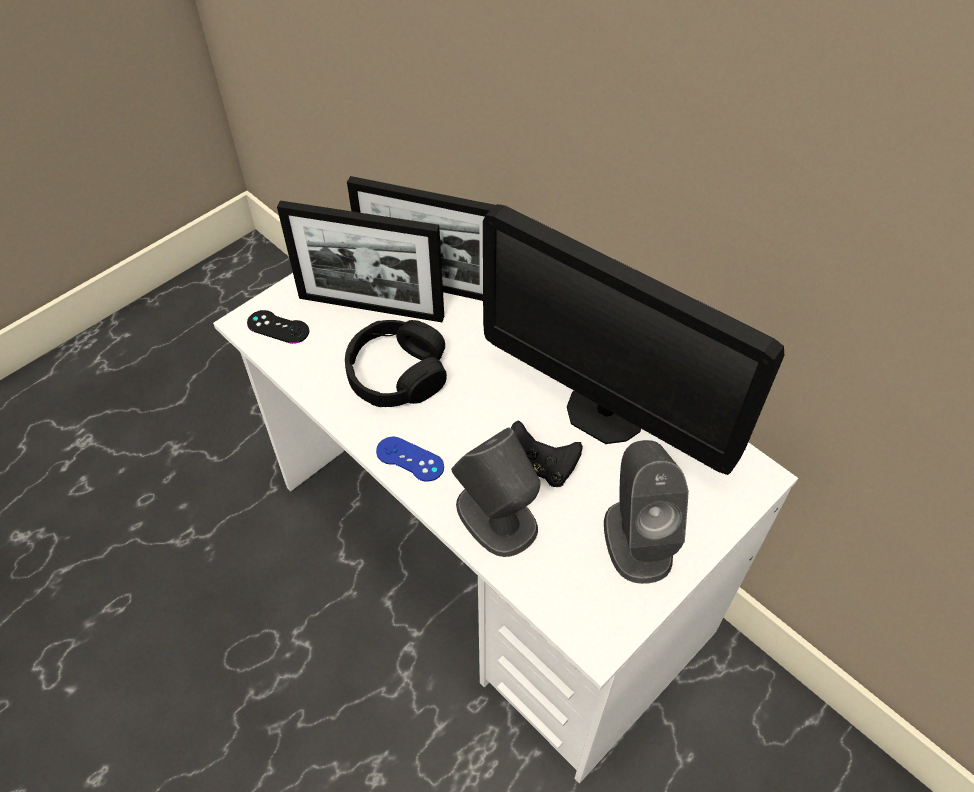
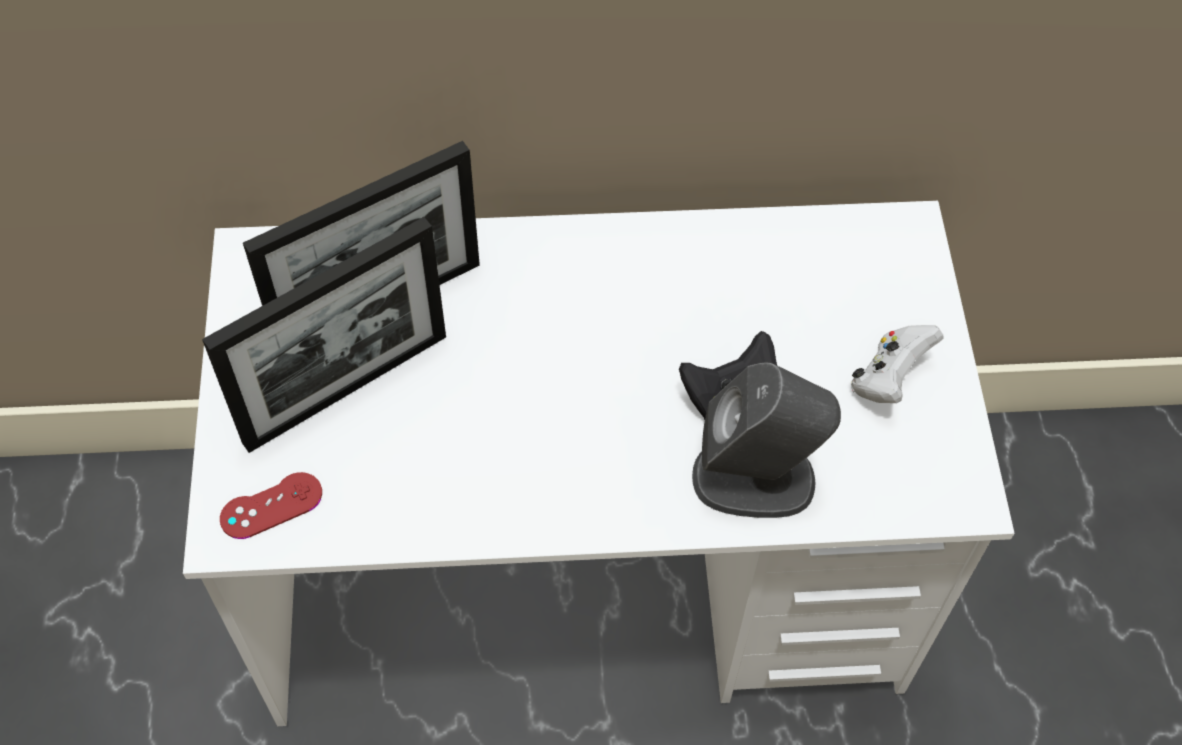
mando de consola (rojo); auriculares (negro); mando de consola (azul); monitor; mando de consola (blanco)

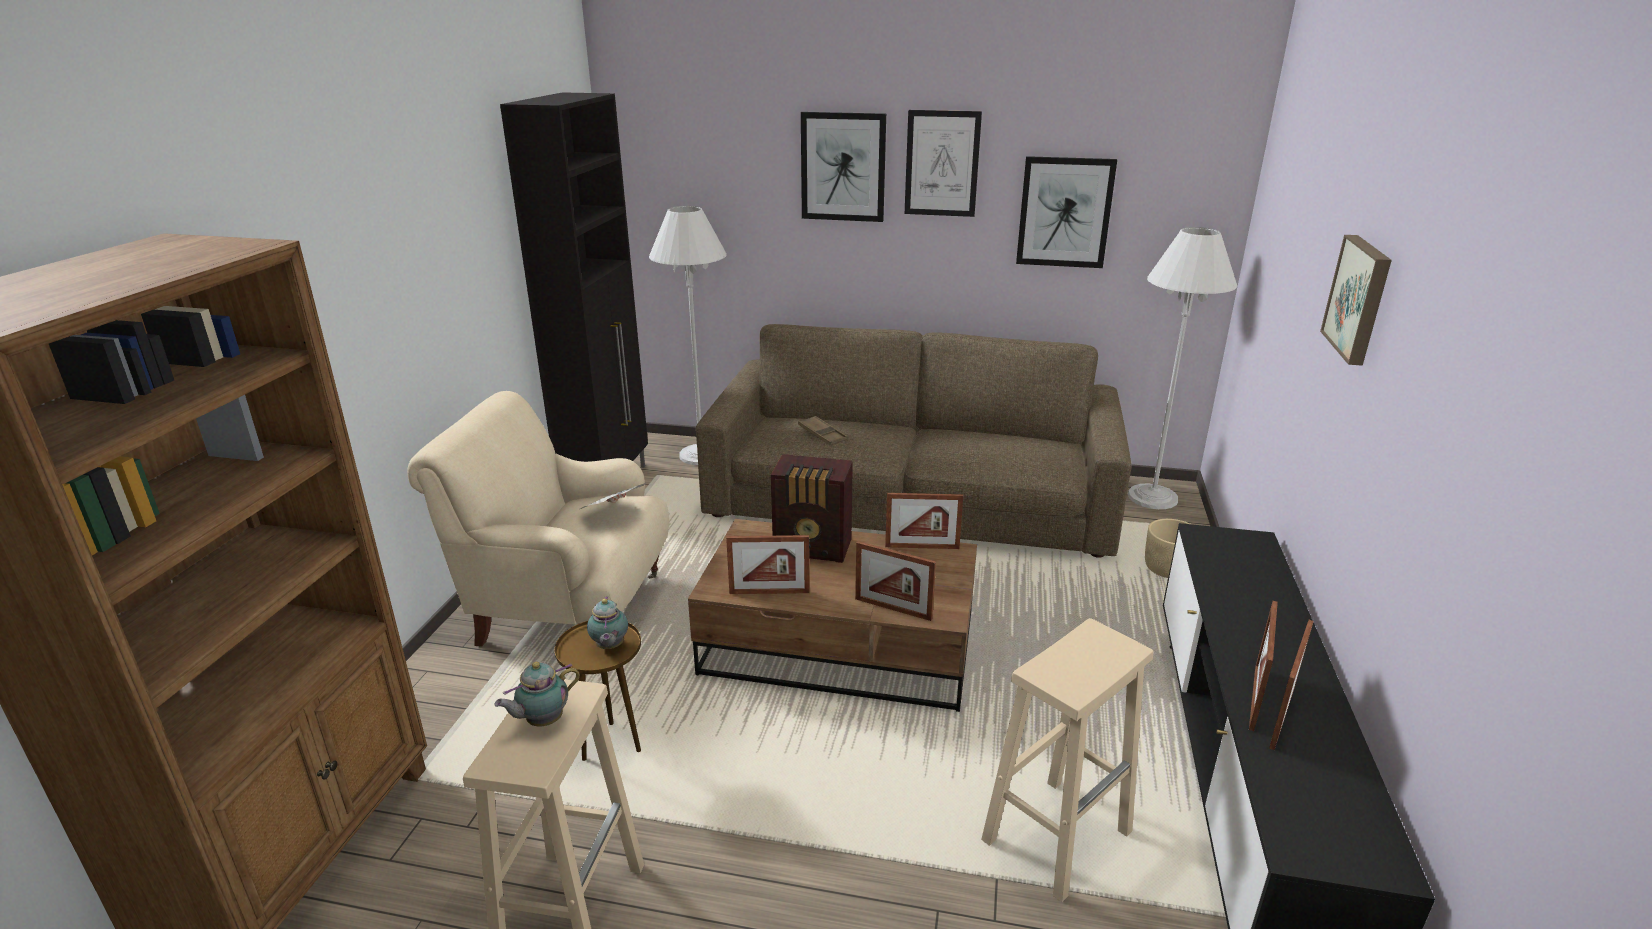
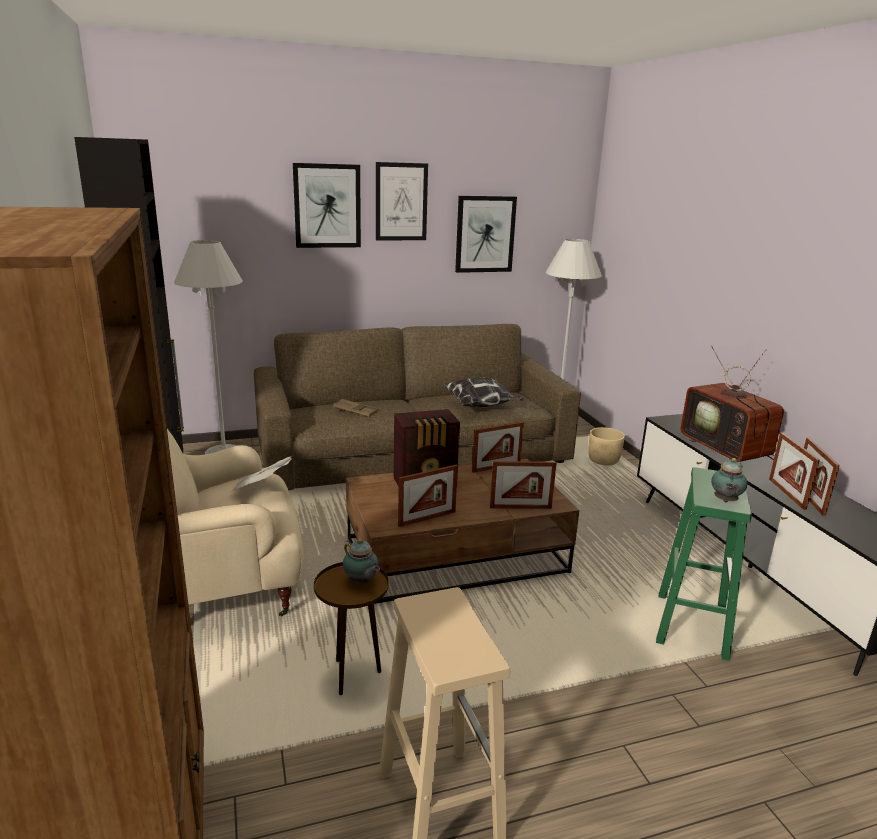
tetera (no. 2 from left); taburete (verde); cuadro (no. 4 from left in the first image); cojín; televisor

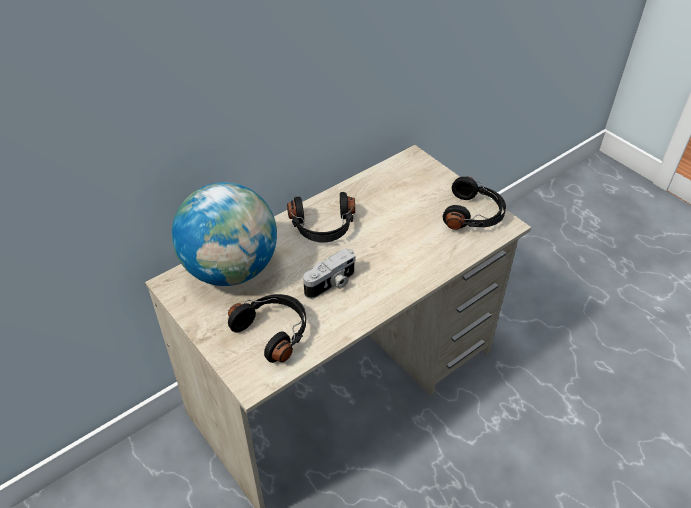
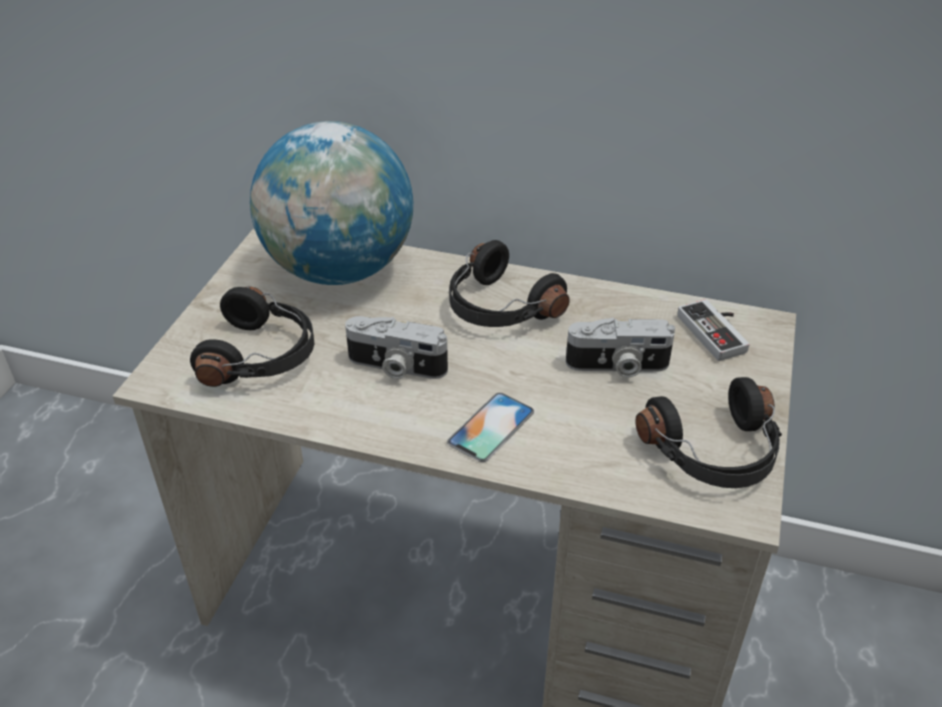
móvil; cámara (no. 2 from left); mando de consola

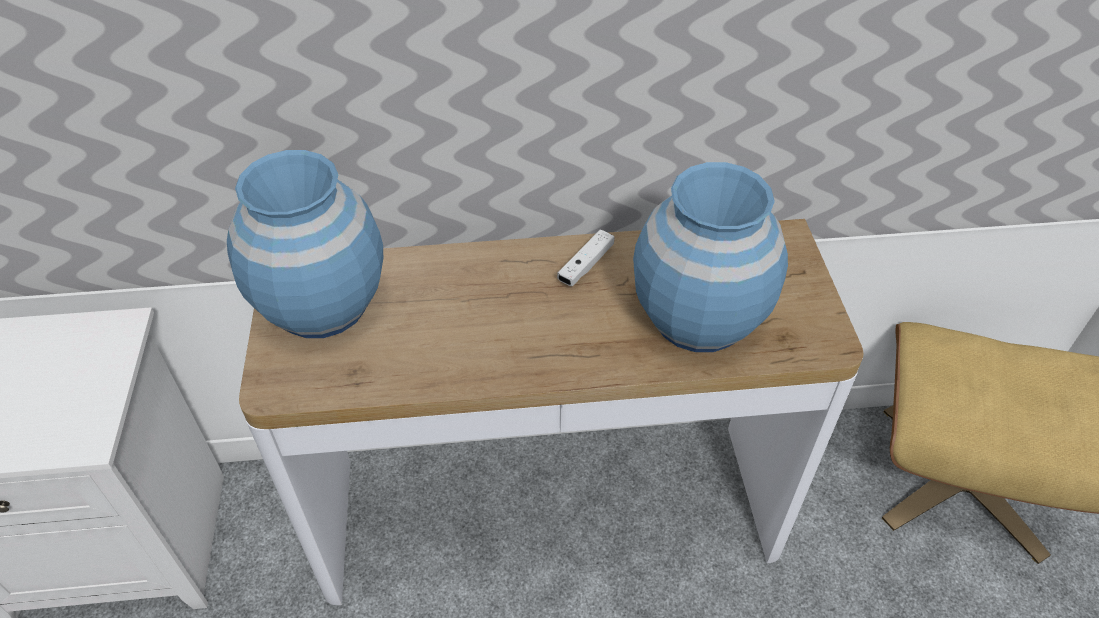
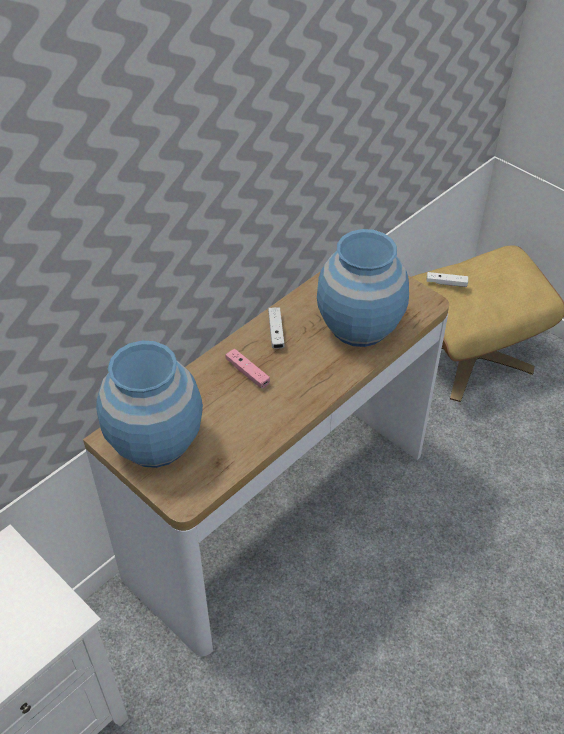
mando de consola (rosa); mando de consola (blanco) (no. 2 from left)

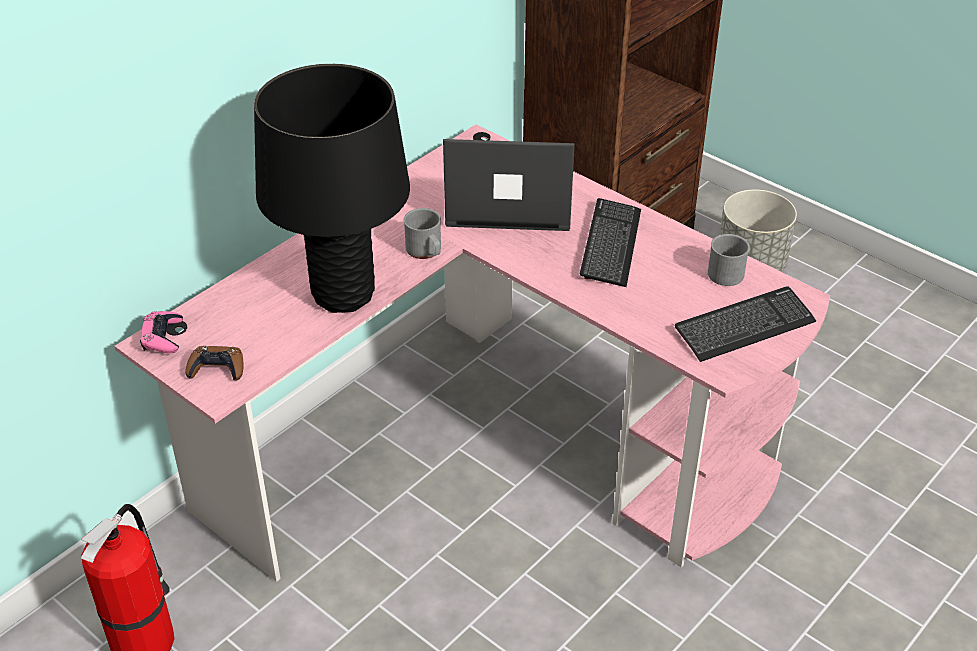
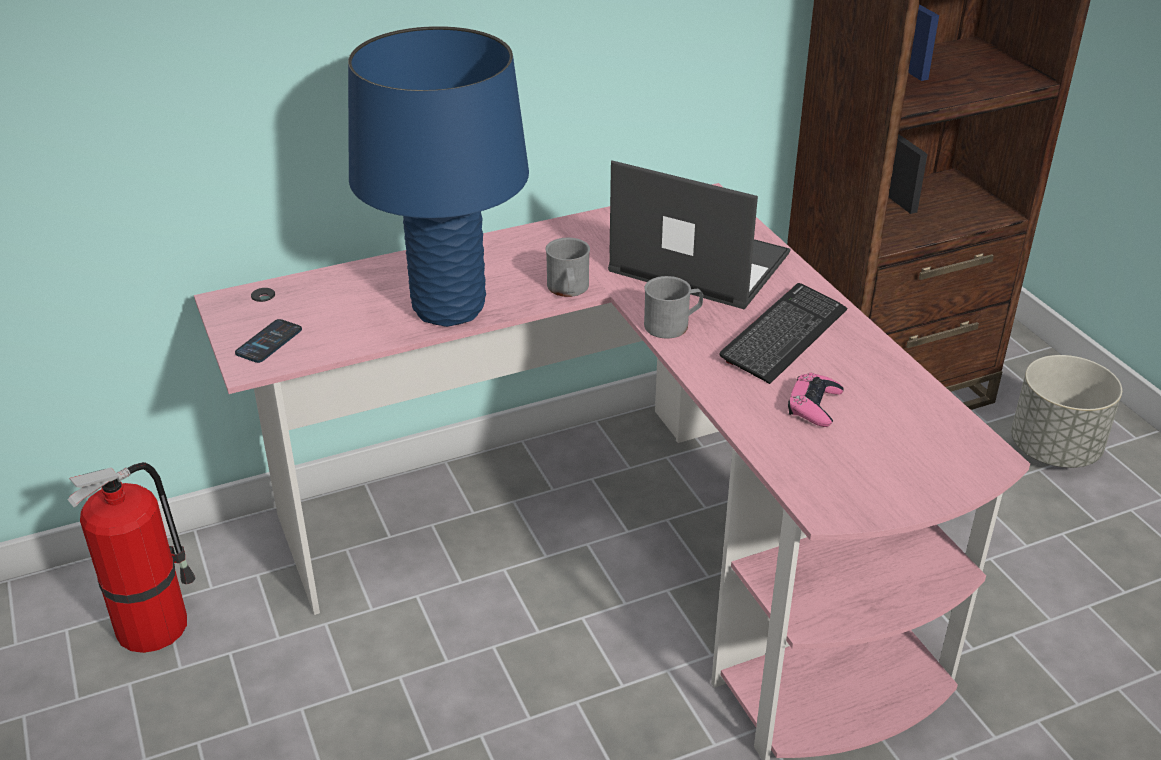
mando de consola (rosa); móvil; lámpara de mesa (azul); teclado (no. 2 from left in the first image); taza grande (gris) (no. 2 from left)

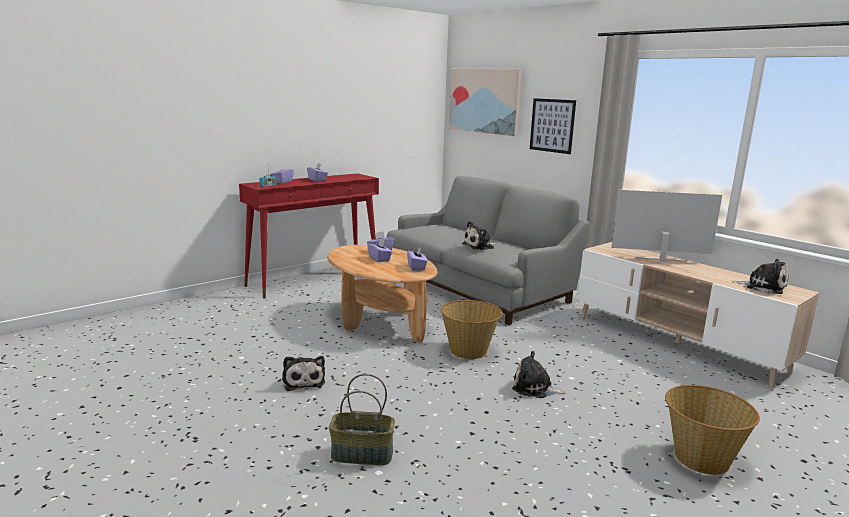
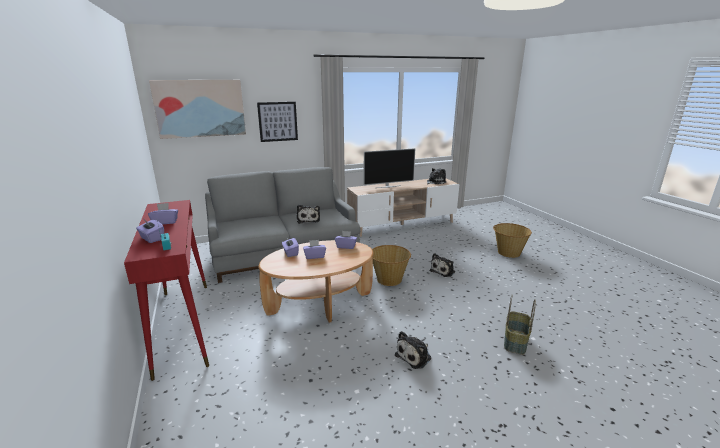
peluche (no. 2 from left); televisor

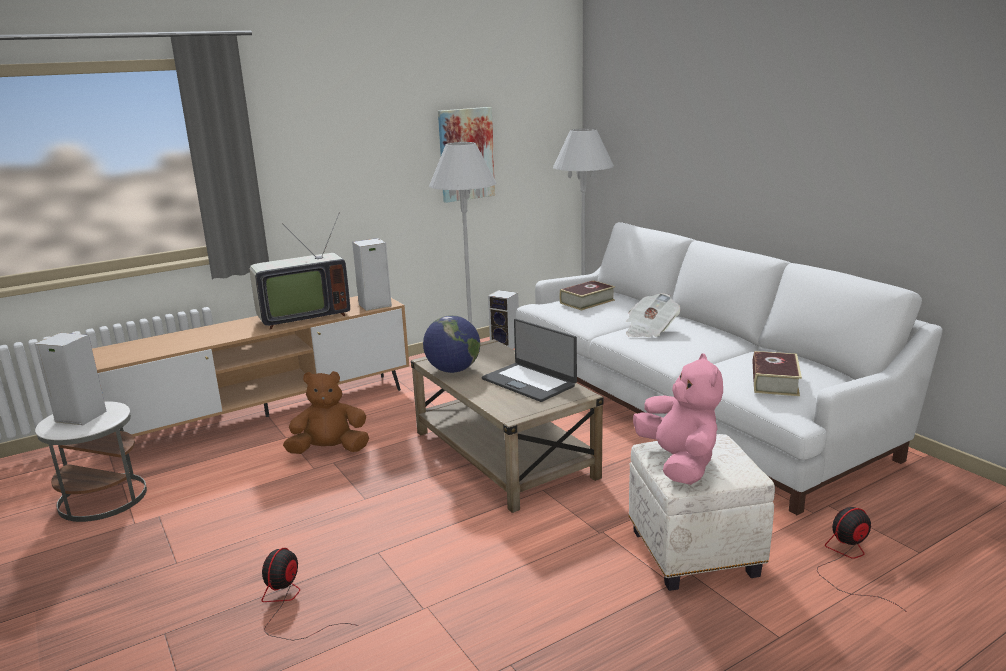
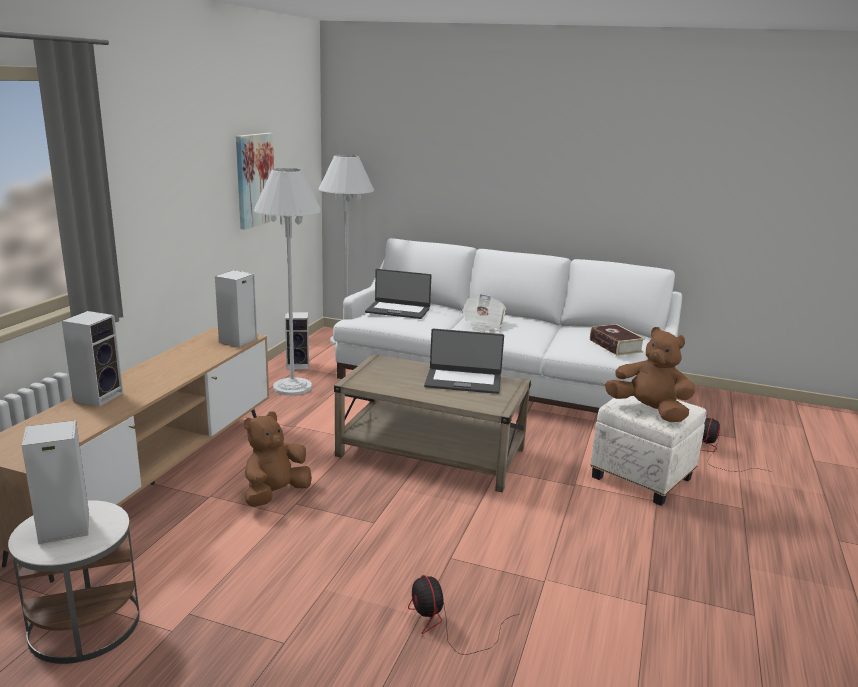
televisor; globo terráqueo; portátil (no. 1 from left); peluche (marrón) (no. 2 from left); altavoz (no. 2 from left)

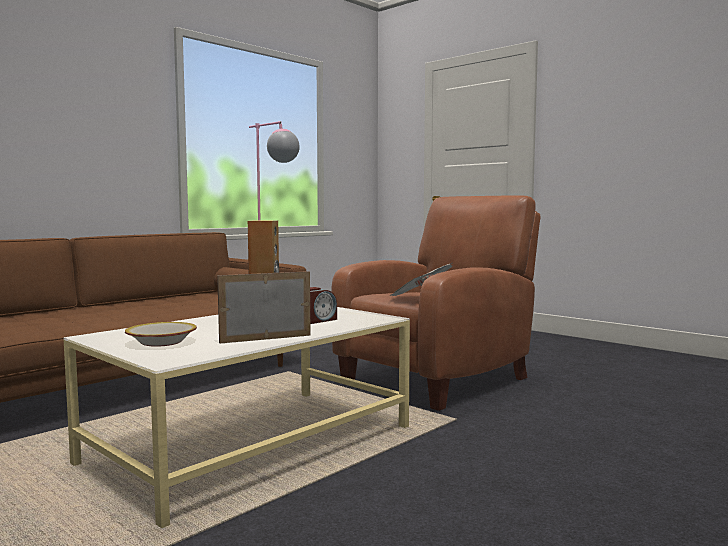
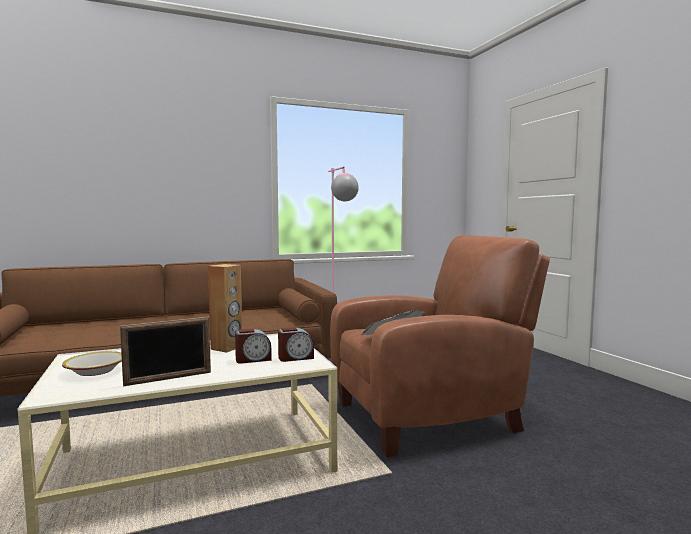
portarretratos; despertador (no. 2 from left)

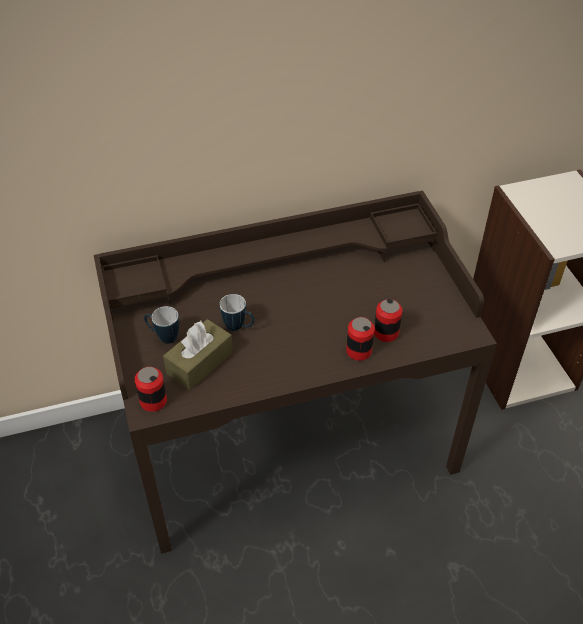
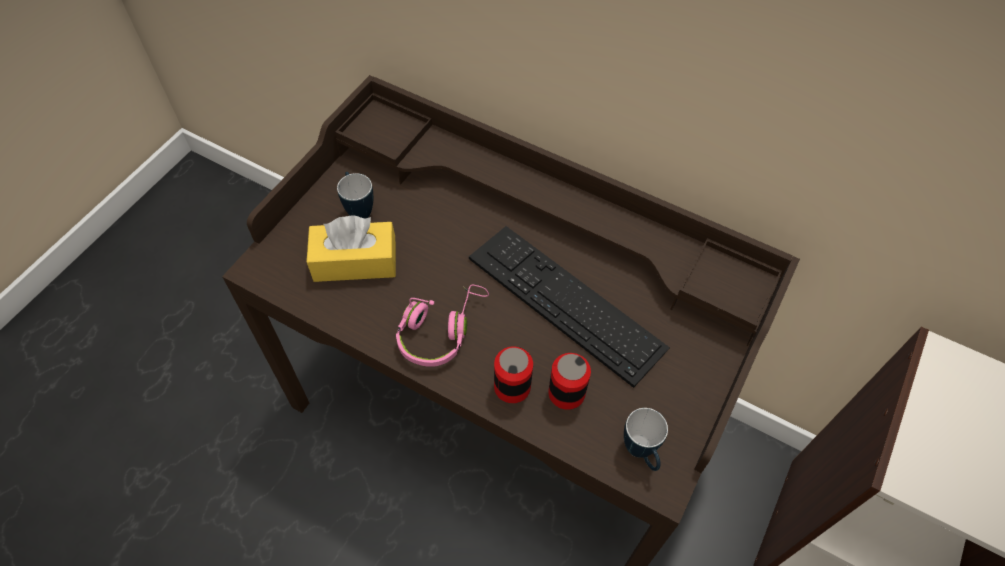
lata (no. 1 from left in the first image); caja de pañuelos (amarillo); taza grande (no. 2 from left); auriculares (rosa); teclado

